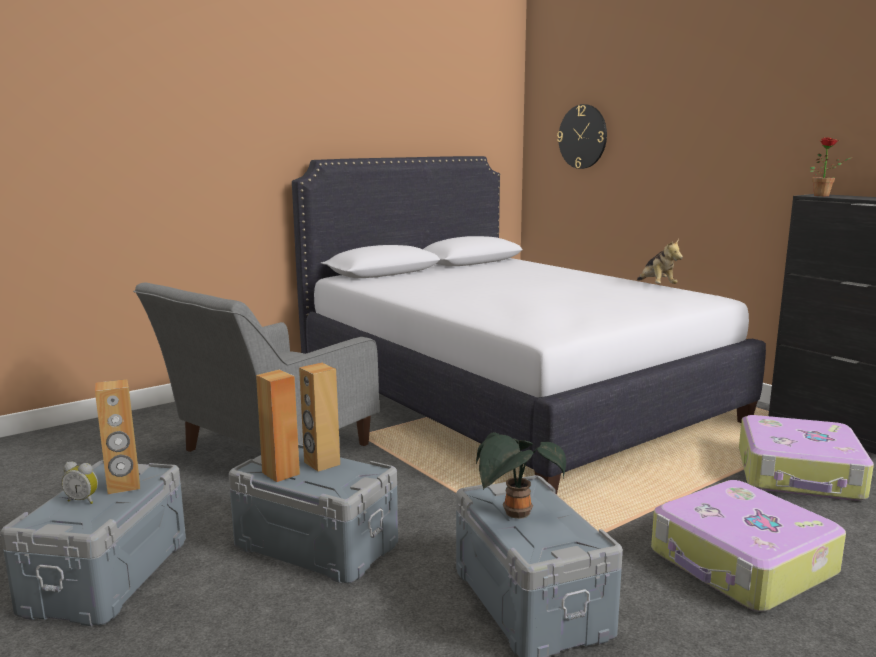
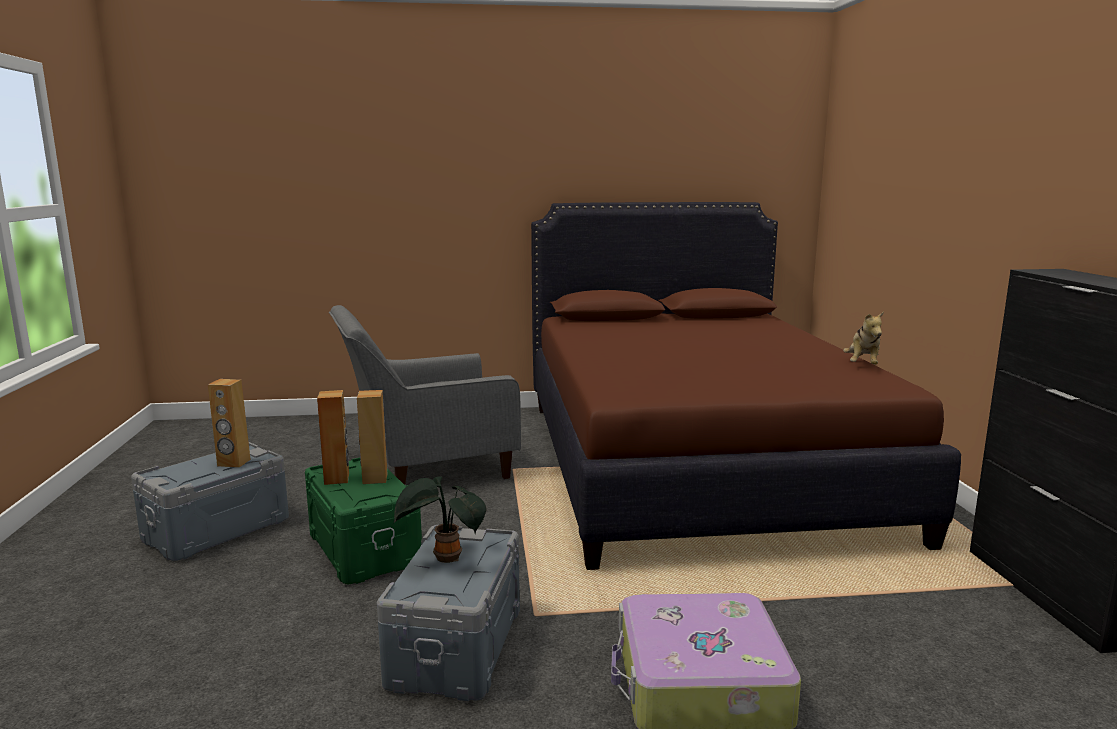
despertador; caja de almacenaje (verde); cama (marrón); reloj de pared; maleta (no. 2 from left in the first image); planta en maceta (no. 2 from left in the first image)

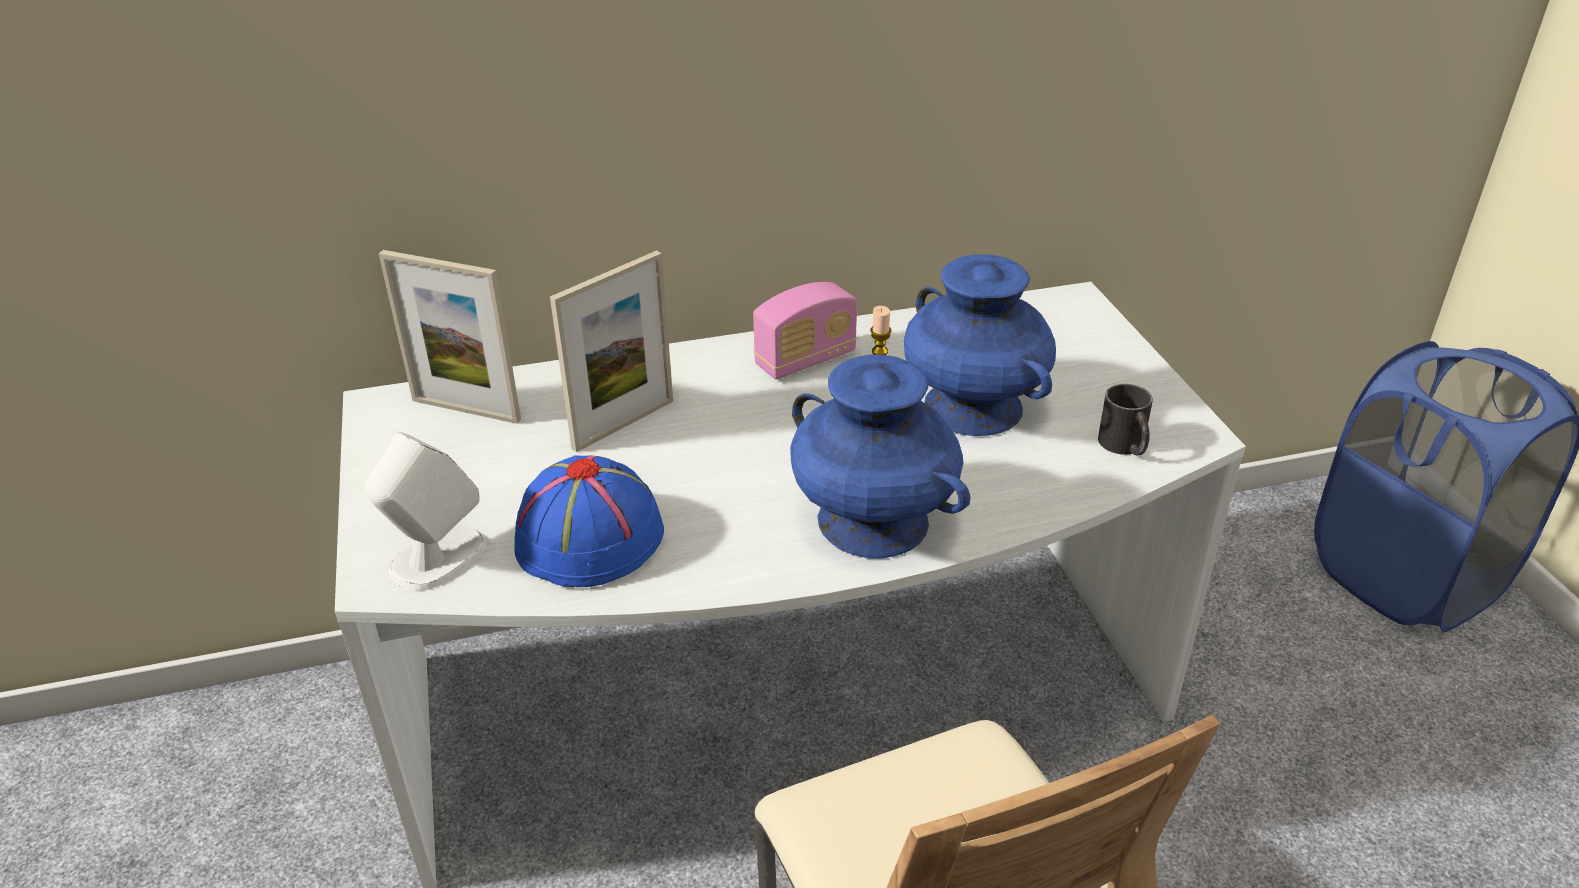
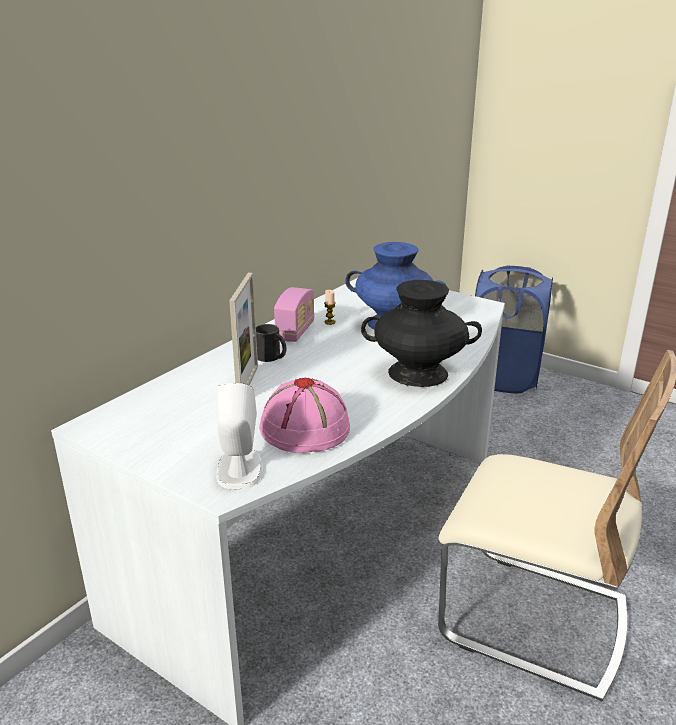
portarretratos (no. 1 from left in the first image); sombrero (rosa); florero (negro); taza grande (negro)

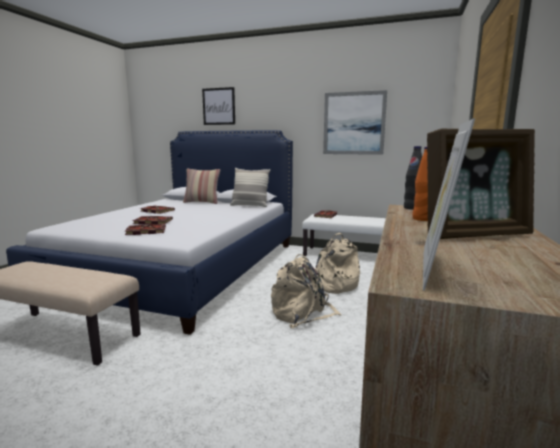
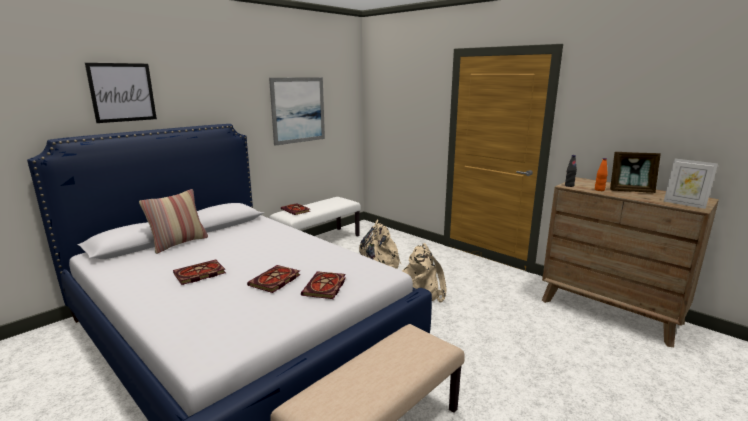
cojín (no. 2 from left in the first image); portarretratos (no. 1 from left)

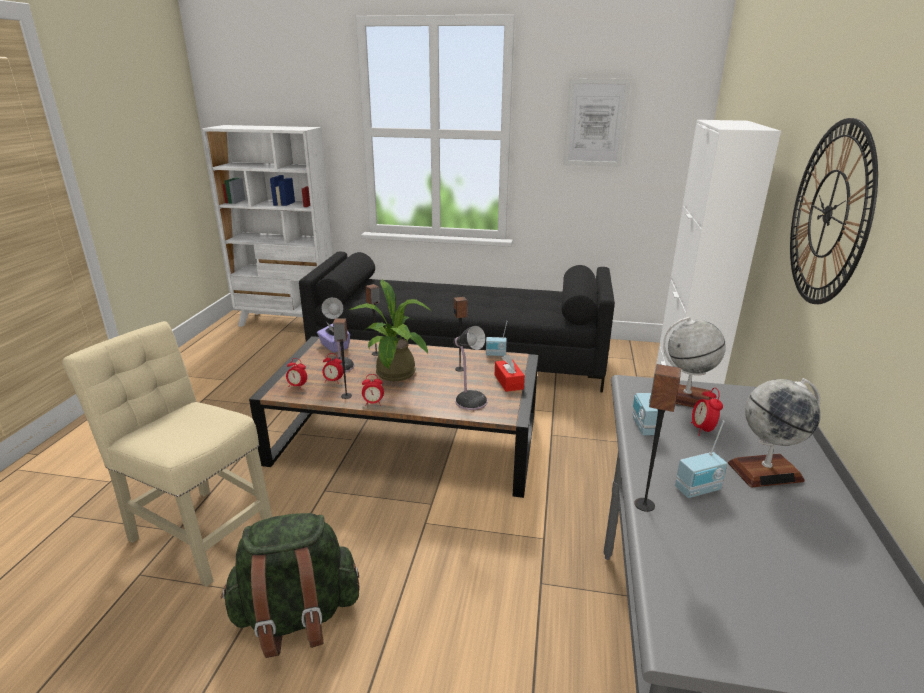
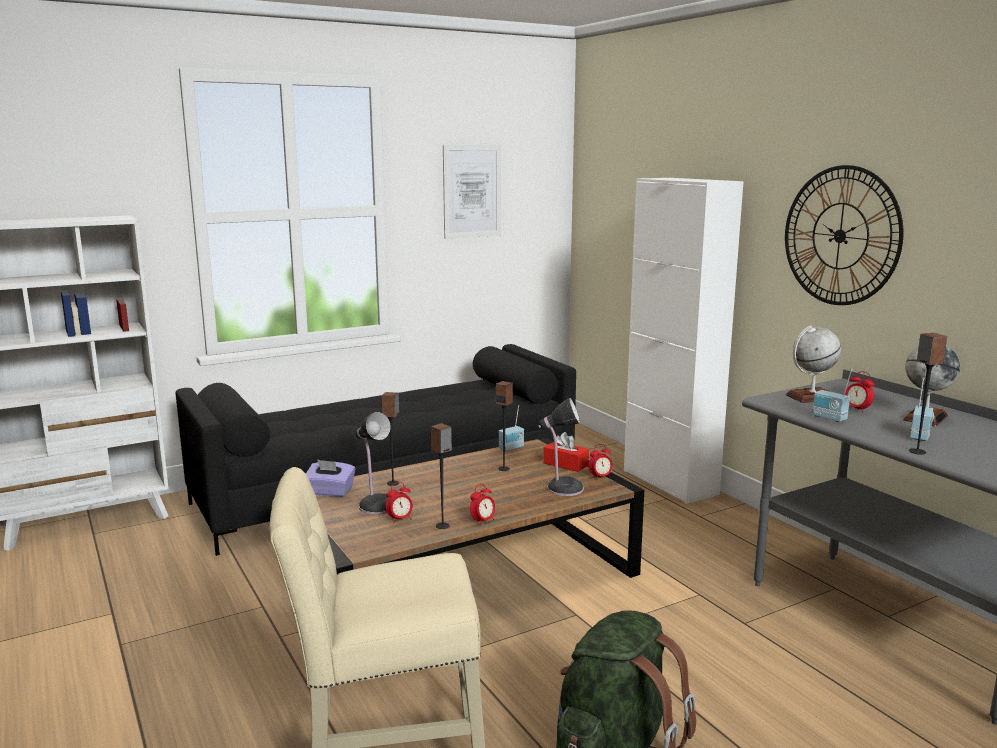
despertador (no. 3 from left); planta en maceta

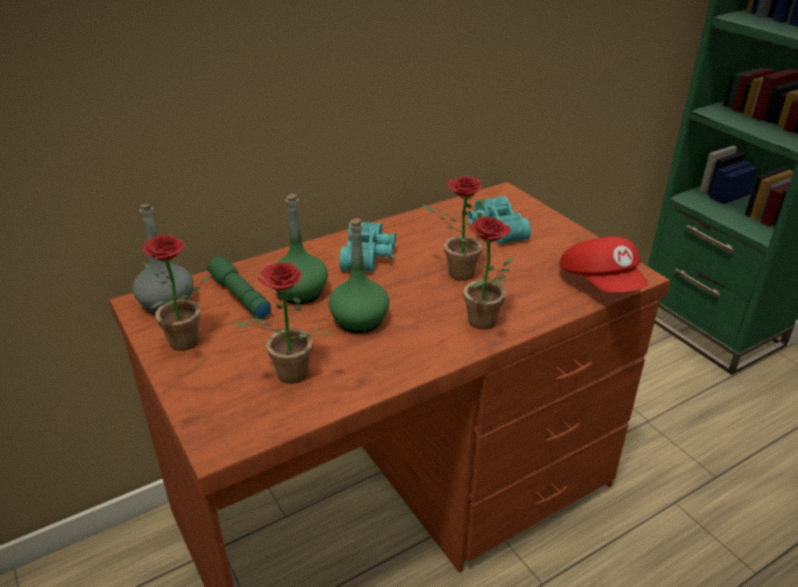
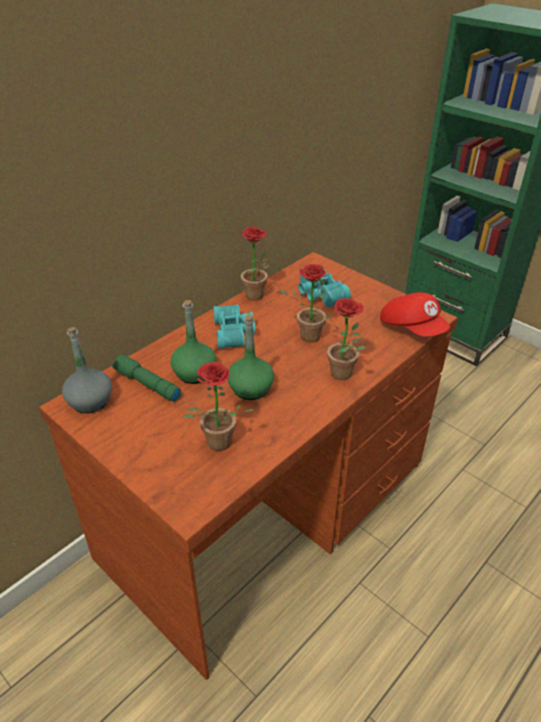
planta en maceta (no. 2 from left)

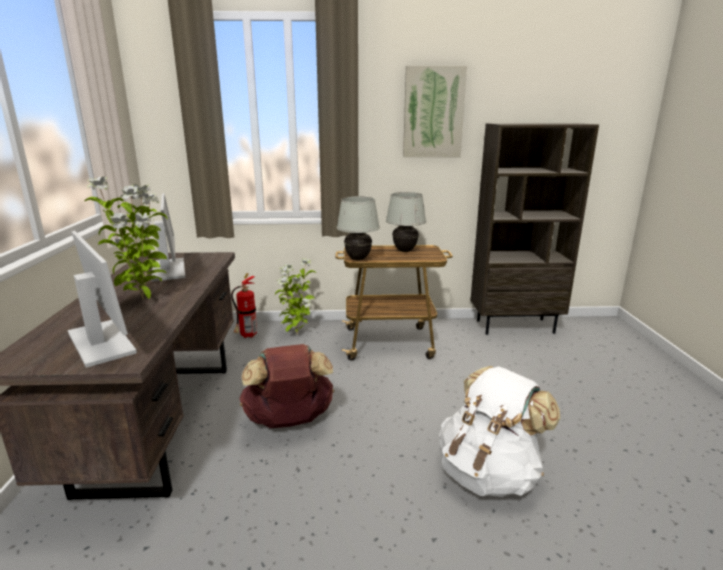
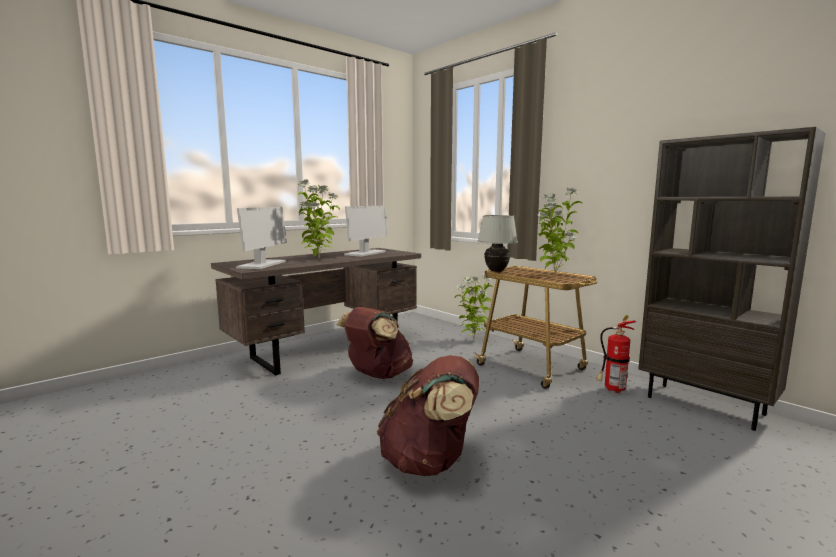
extintor; planta en maceta (no. 3 from left); cuadro; mochila (marrón) (no. 2 from left)

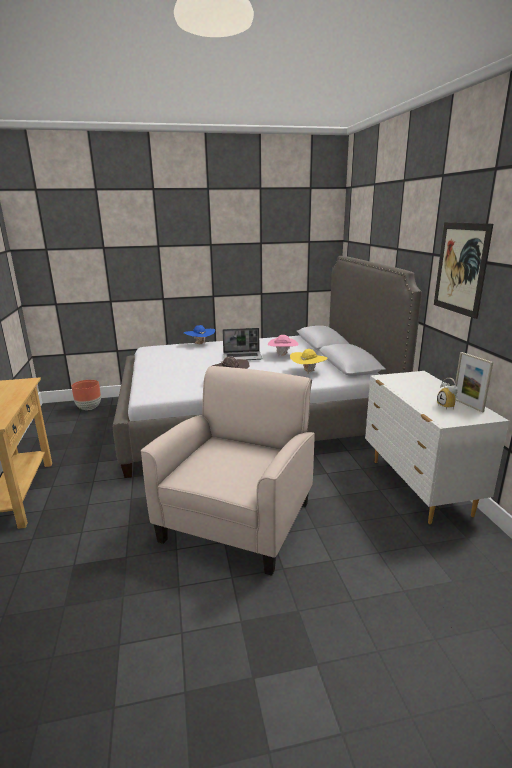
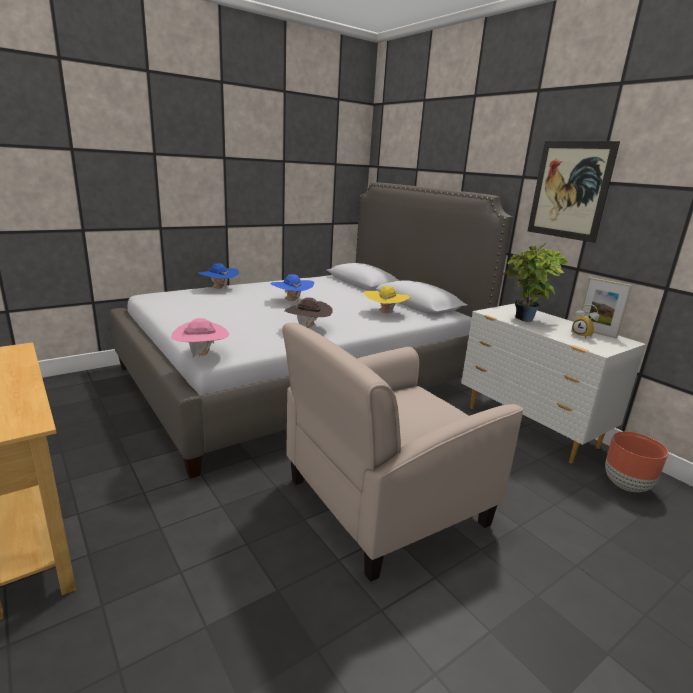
maceta (marrón); sillón (beis); sombrero (azul) (no. 2 from left); sombrero (rosa); planta en maceta

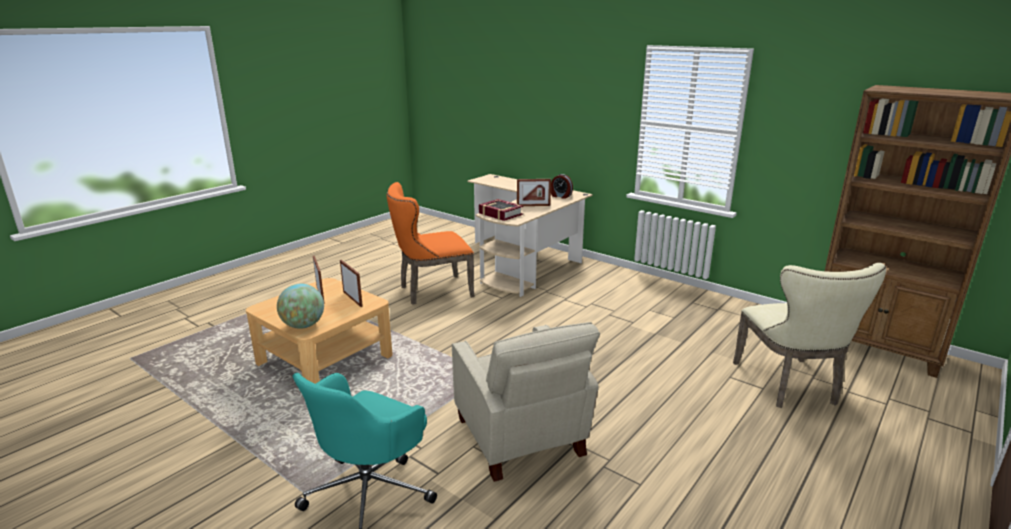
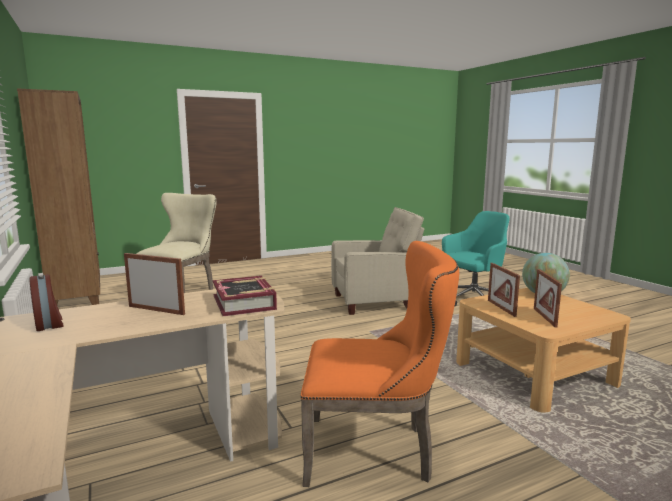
sillón (beis)

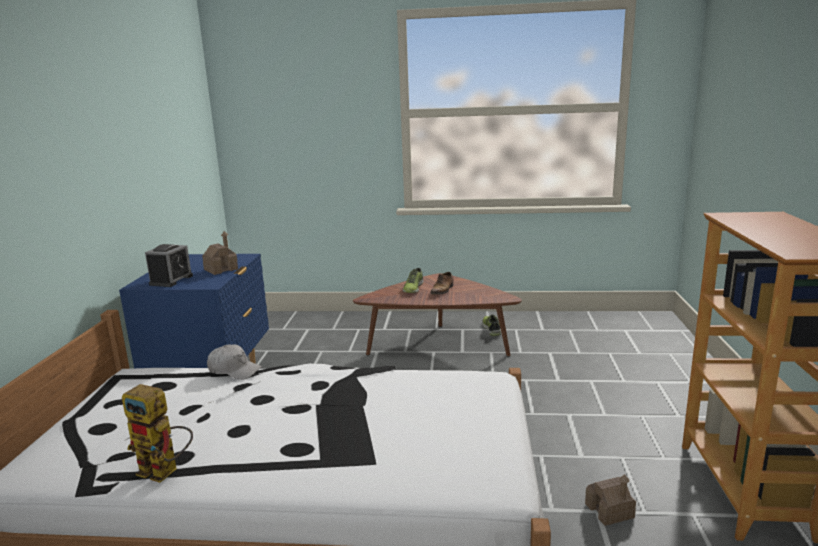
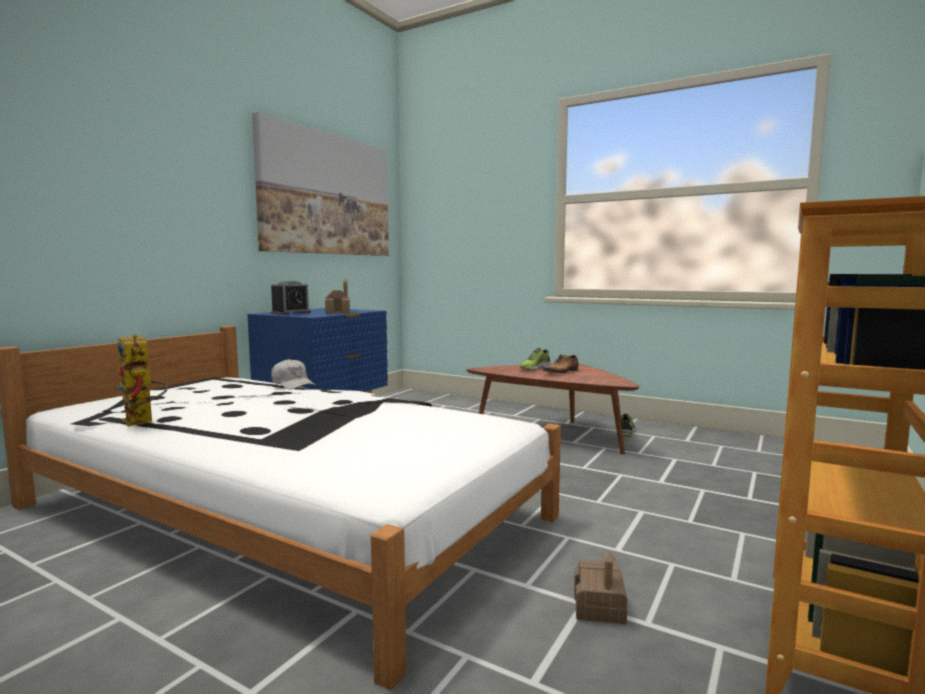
cuadro

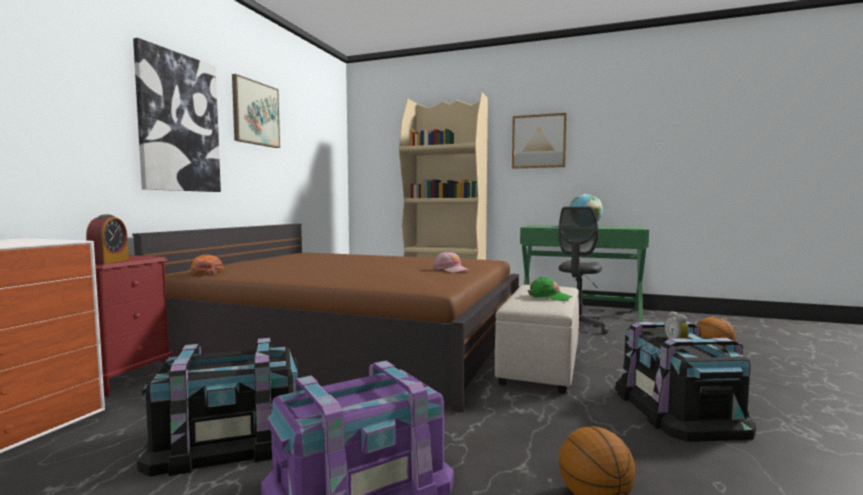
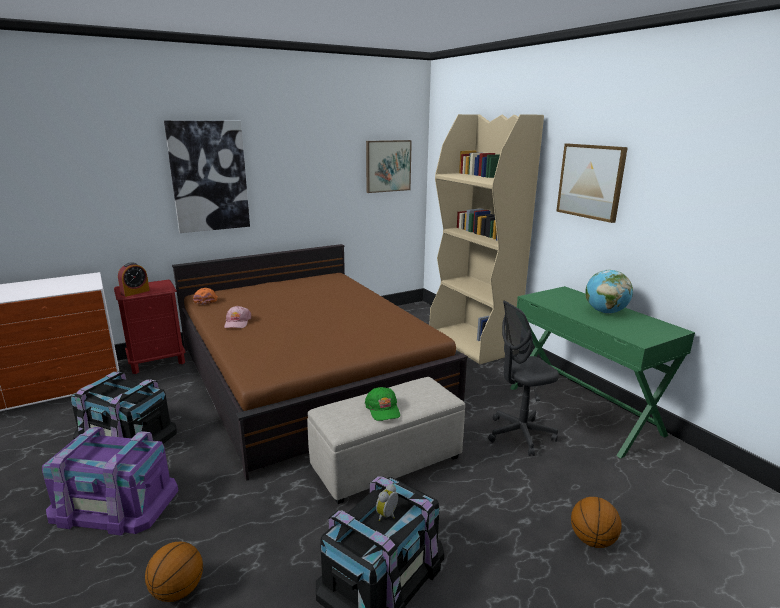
cuadro (no. 2 from left); gorra (rosa)

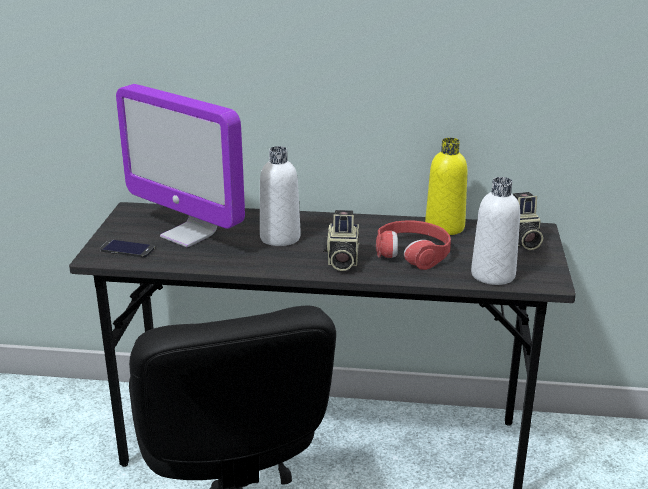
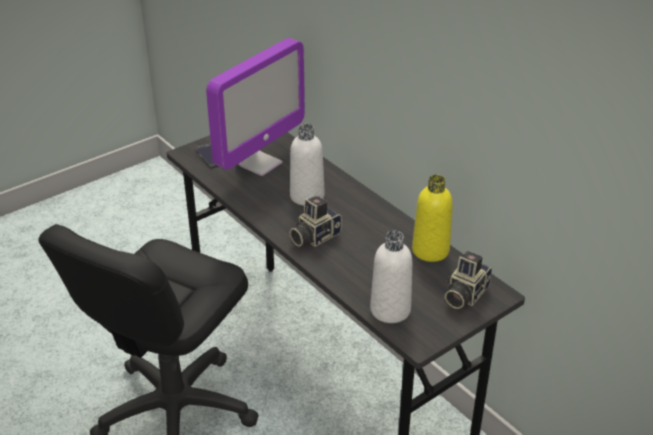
monitor; auriculares (rojo)

